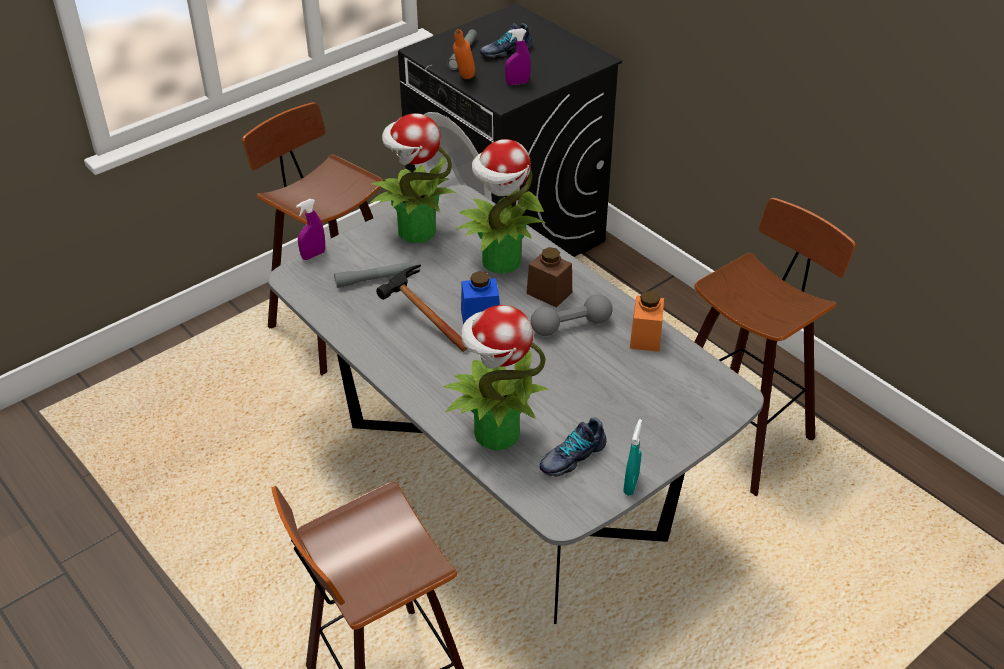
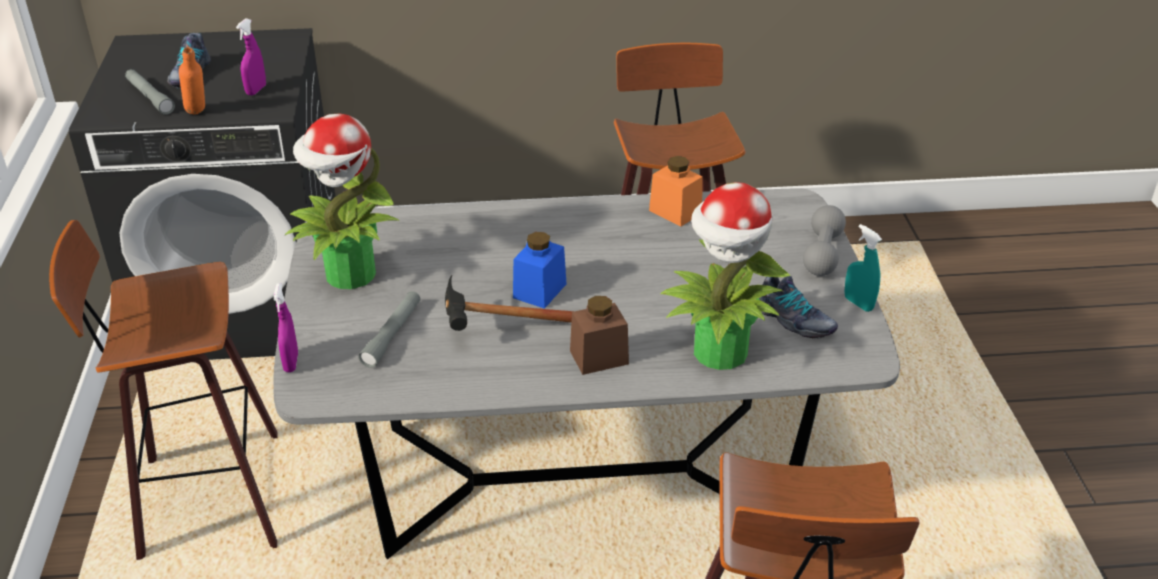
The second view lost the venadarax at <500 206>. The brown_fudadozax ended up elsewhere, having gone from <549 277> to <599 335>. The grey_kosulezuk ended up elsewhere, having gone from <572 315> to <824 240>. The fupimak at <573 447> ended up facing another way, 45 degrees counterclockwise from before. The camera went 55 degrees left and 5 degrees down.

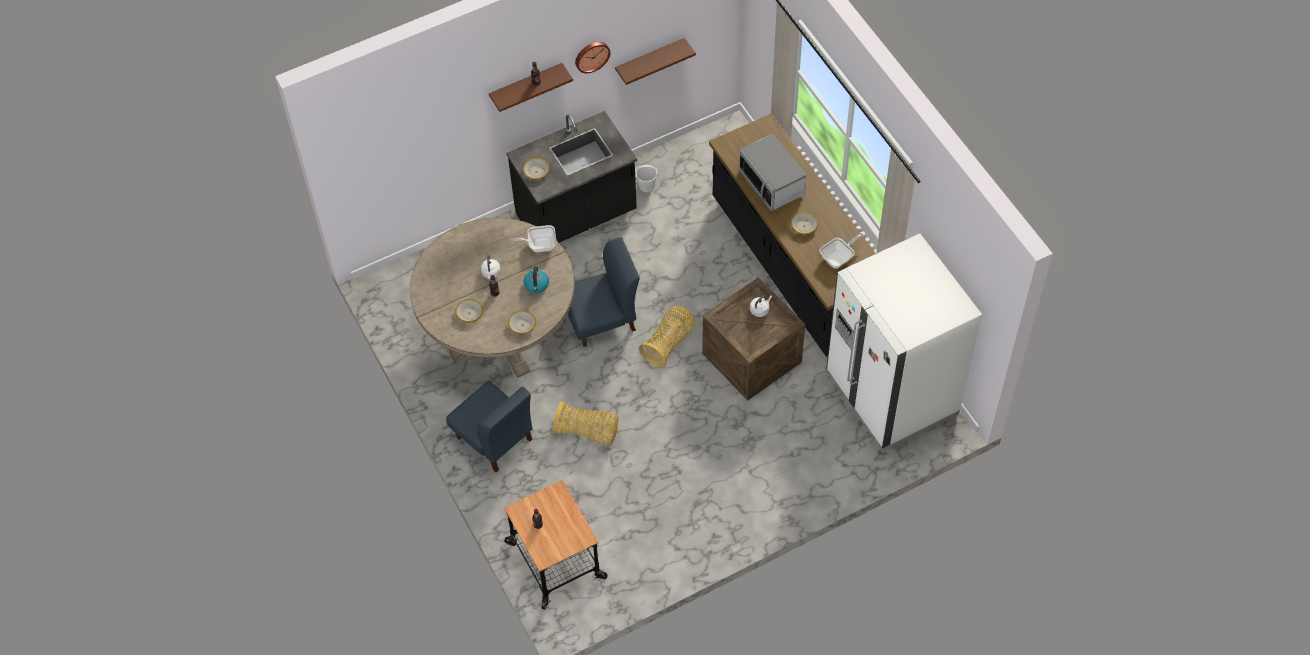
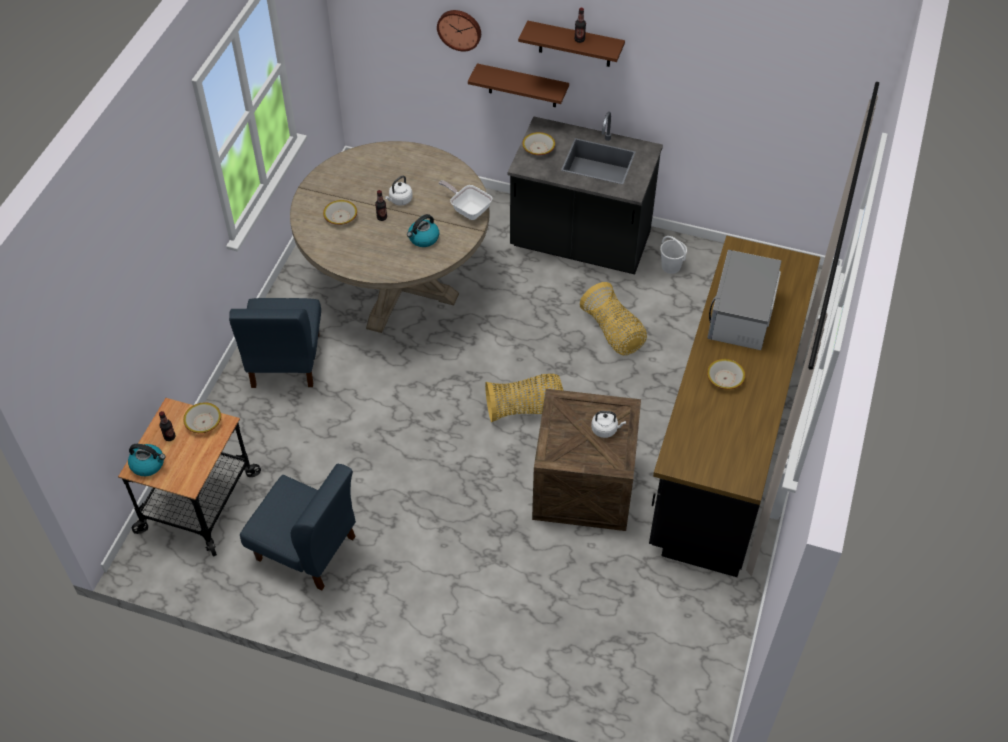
The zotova ended up elsewhere, having gone from <522 322> to <202 417>. The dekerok ended up elsewhere, having gone from <585 422> to <613 318>. The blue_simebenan ended up elsewhere, having gone from <604 292> to <298 527>. The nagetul ended up elsewhere, having gone from <592 57> to <459 30>. The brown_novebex ended up elsewhere, having gone from <655 61> to <518 85>. The second view lost the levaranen at <842 250>. The second view lost the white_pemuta at <904 342>. The second view gained the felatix at <147 460>. The camera went 45 degrees right and 5 degrees down.

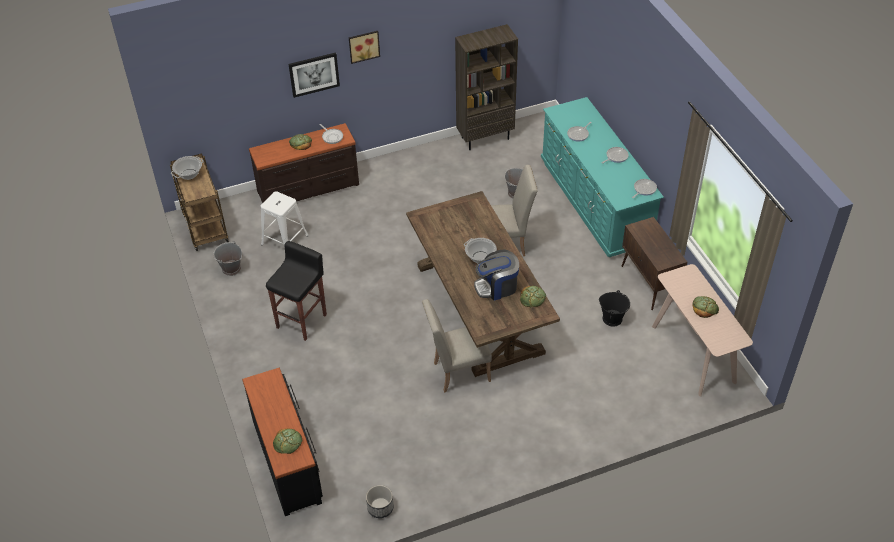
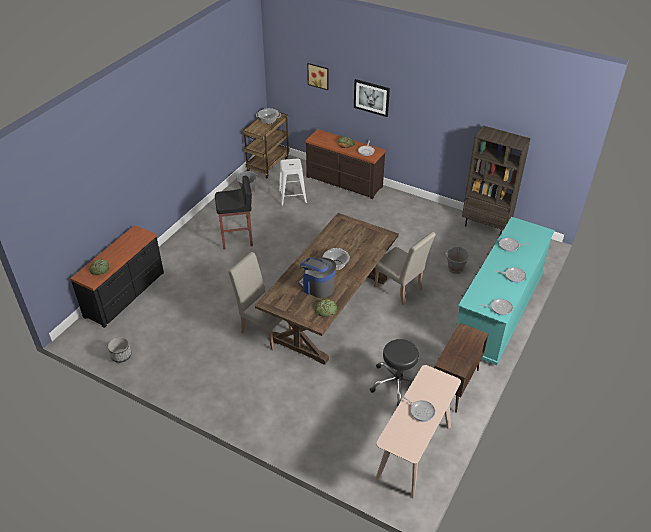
The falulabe ended up elsewhere, having gone from <364 47> to <317 76>. Where the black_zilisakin stood at <614 308>, the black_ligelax came to stand at <394 373>. Where the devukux stood at <705 307>, the levaranen came to stand at <418 409>. The camera went 50 degrees right and 5 degrees down.

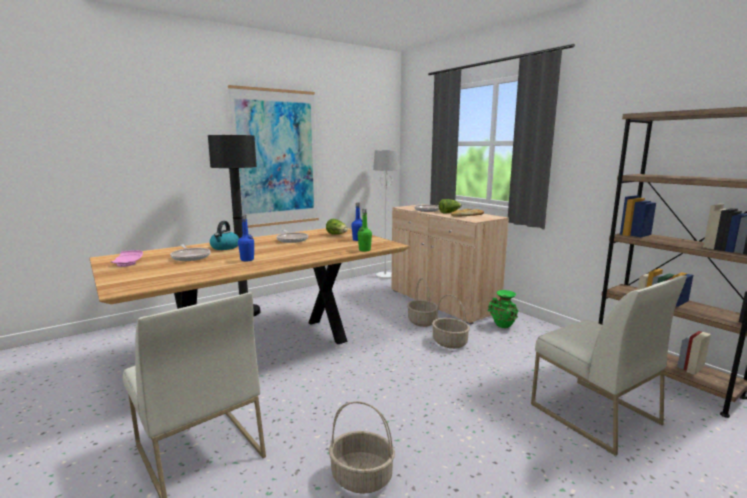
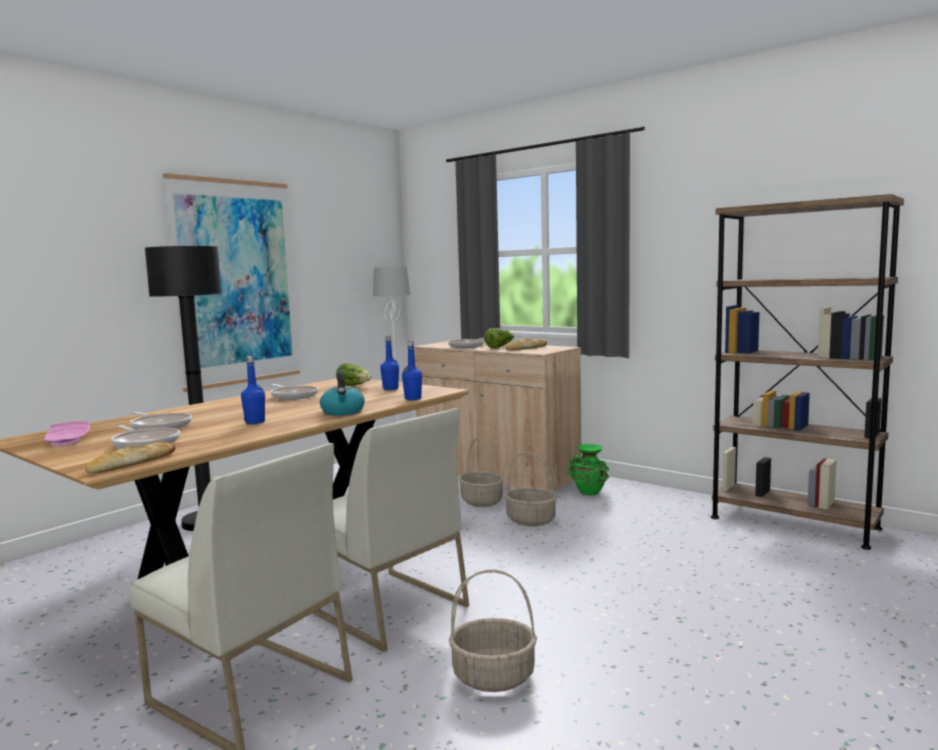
The felatix ended up elsewhere, having gone from <224 235> to <342 393>. What was the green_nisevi at <365 230> turned into the blue_nisevi at <412 370>. The white_simebenan ended up elsewhere, having gone from <609 365> to <391 530>. The second view gained the devukux at <130 457>. The second view gained the levaranen at <145 437>. The camera went 15 degrees left and 5 degrees down.

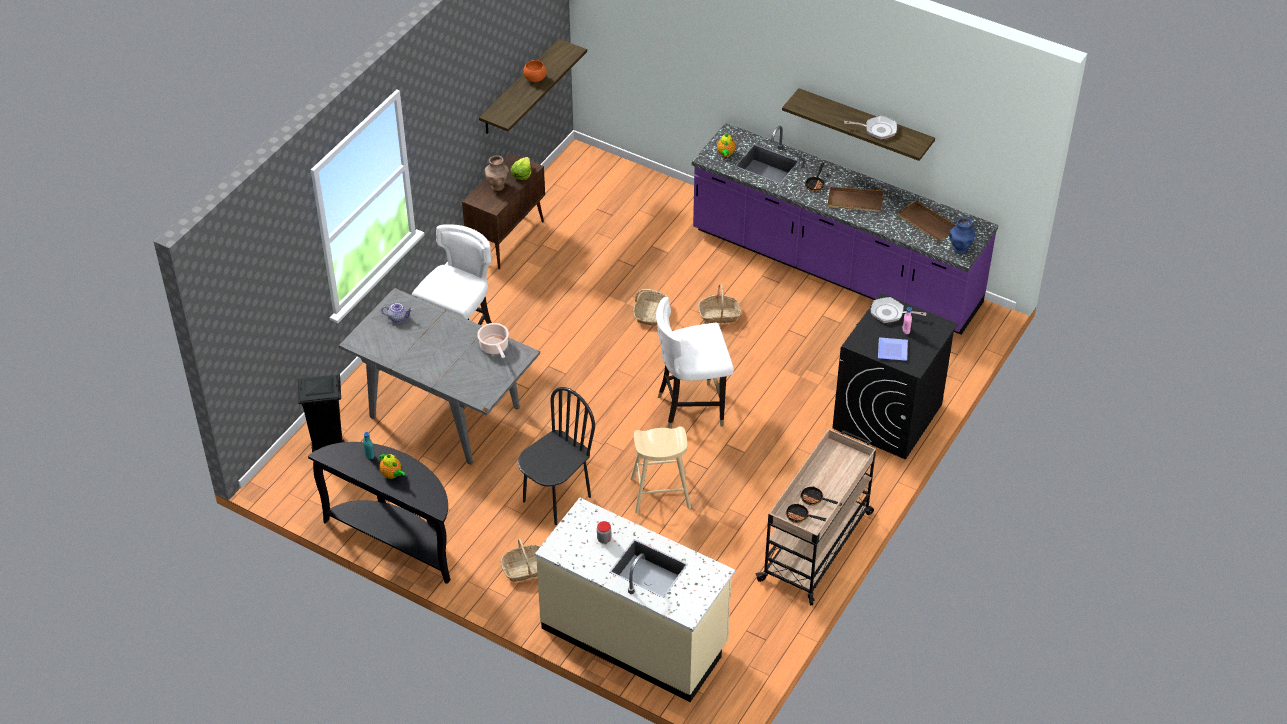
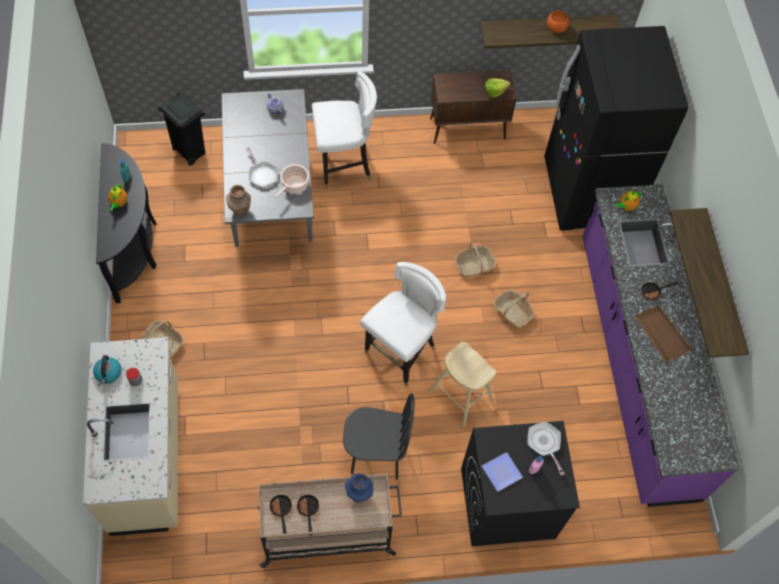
The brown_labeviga ended up elsewhere, having gone from <497 173> to <238 200>. The black_simebenan ended up elsewhere, having gone from <556 456> to <378 436>. The beige_ligelax ended up elsewhere, having gone from <660 469> to <462 384>. The white_simebenan at <695 363> ended up facing another way, 90 degrees clockwise from before. The levaranen ended up elsewhere, having gone from <870 128> to <262 167>. The second view lost the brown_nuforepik at <927 221>. The blue_labeviga ended up elsewhere, having gone from <962 236> to <359 488>. The second view gained the felatix at <107 369>. The second view gained the black_pemuta at <616 128>. The camera went 50 degrees right and 15 degrees up.

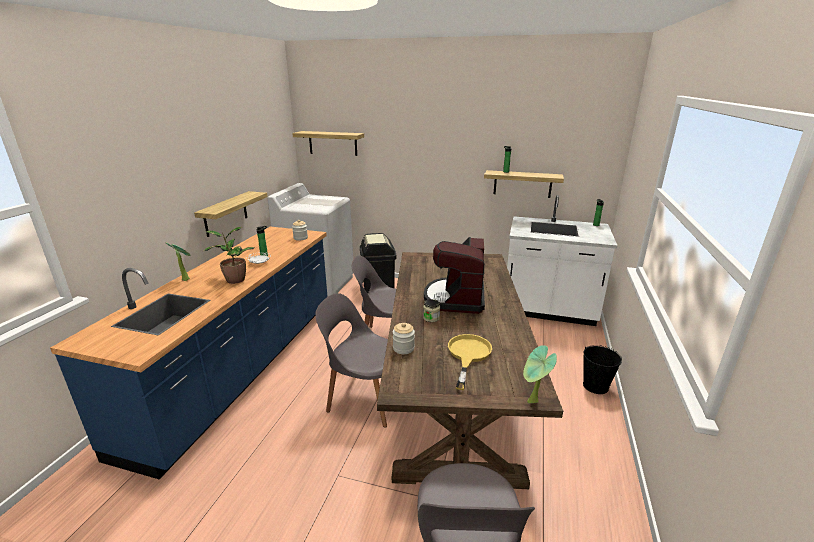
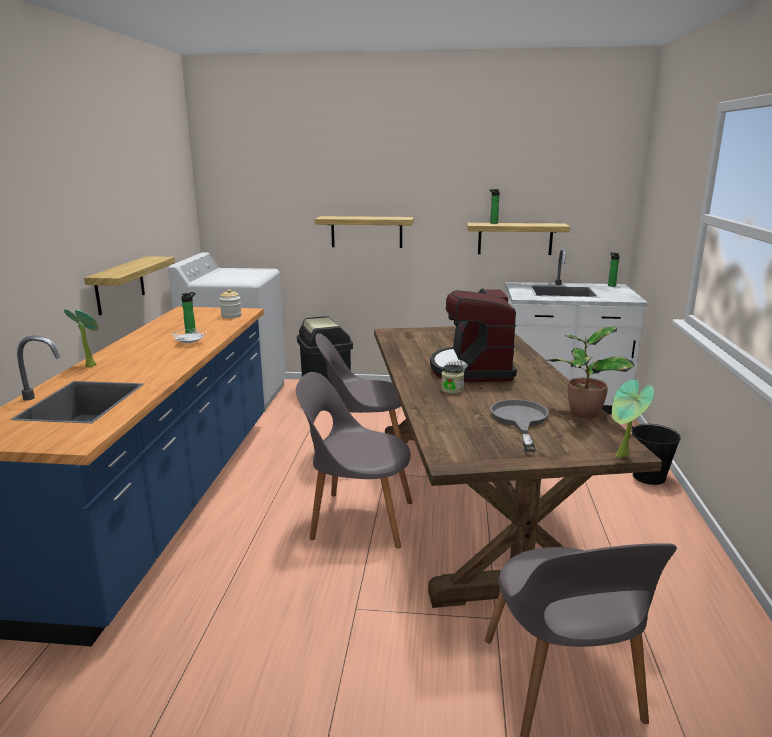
The venadarax ended up elsewhere, having gone from <228 255> to <591 372>. The novebex ended up elsewhere, having gone from <328 143> to <364 232>. The second view lost the fudadozax at <404 338>. What was the yellow_levaranen at <470 362> turned into the grey_levaranen at <519 425>. The camera went 10 degrees left and 5 degrees down.

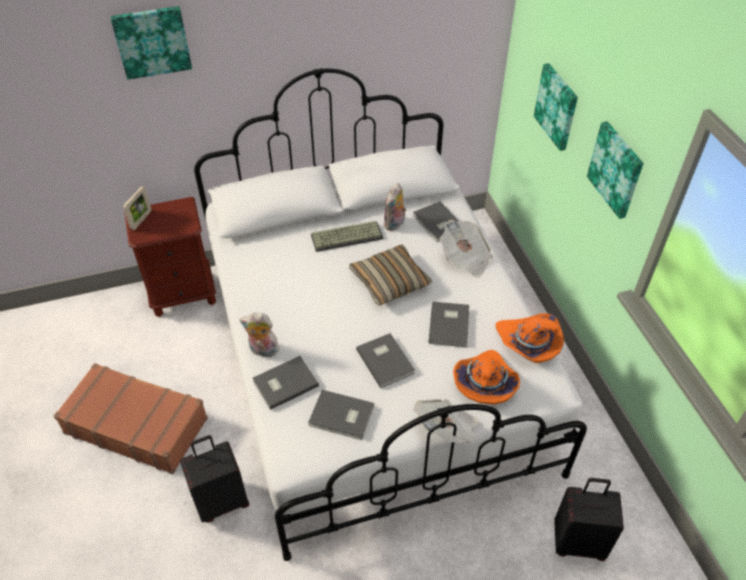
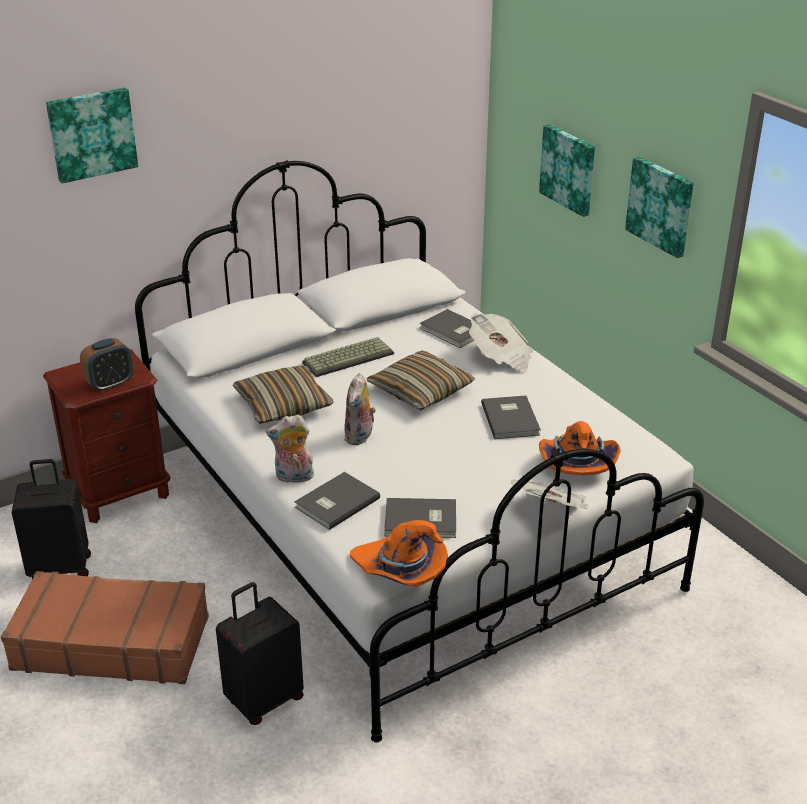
The second view lost the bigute at <137 208>. The second view lost the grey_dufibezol at <385 360>. The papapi ended up elsewhere, having gone from <394 207> to <360 409>. The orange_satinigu ended up elsewhere, having gone from <529 338> to <399 553>. The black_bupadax ended up elsewhere, having gone from <589 519> to <51 519>. The second view gained the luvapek at <106 365>. The second view gained the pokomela at <282 394>. The camera went 15 degrees left and 15 degrees down.

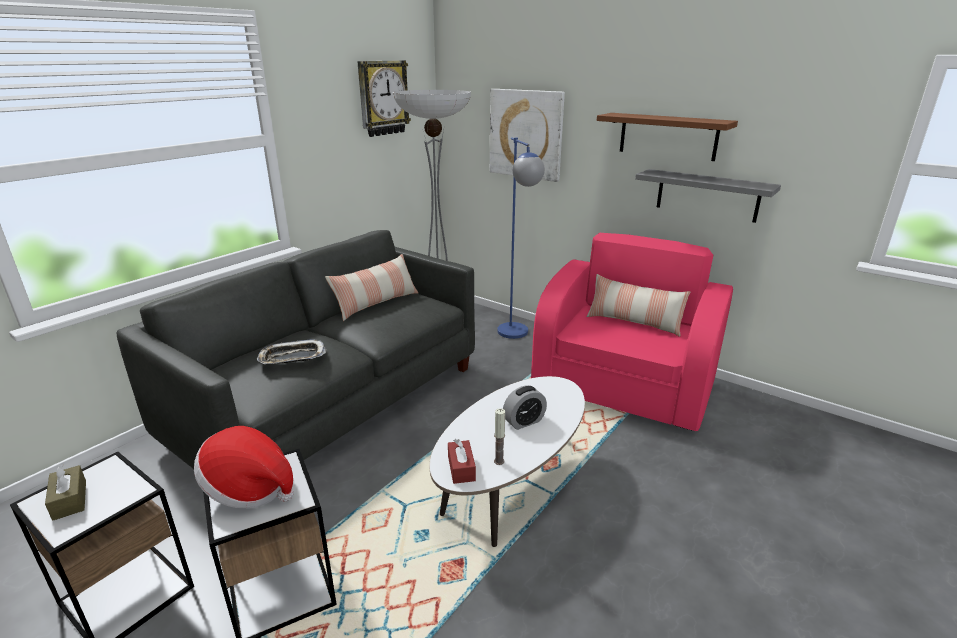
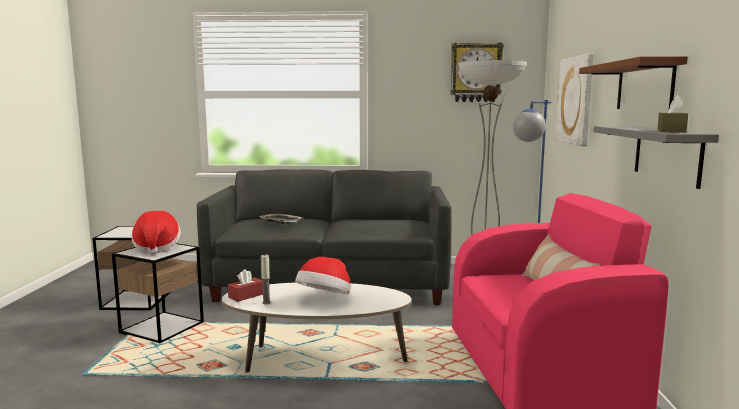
The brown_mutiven ended up elsewhere, having gone from <65 492> to <672 114>. The second view lost the pokomela at <371 287>. Where the luvapek stood at <525 407>, the satinigu came to stand at <323 275>. The camera went 55 degrees right and 15 degrees down.

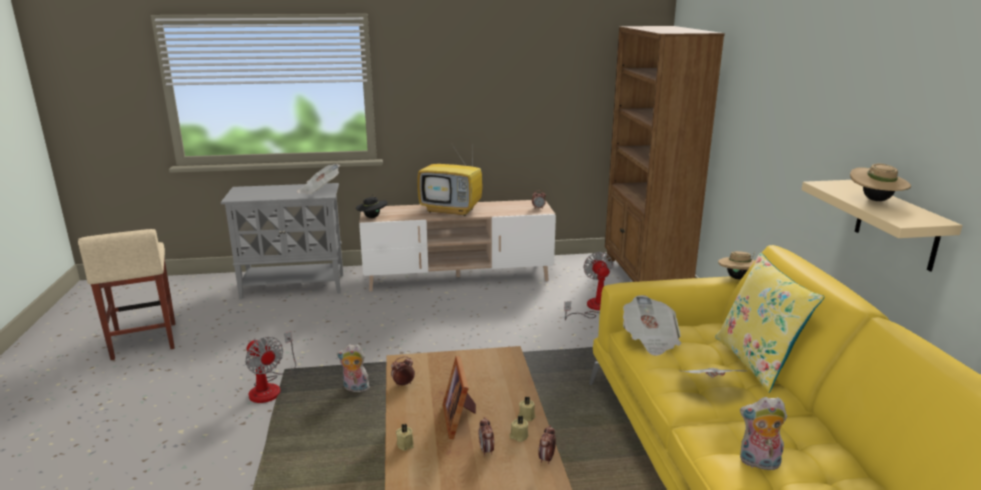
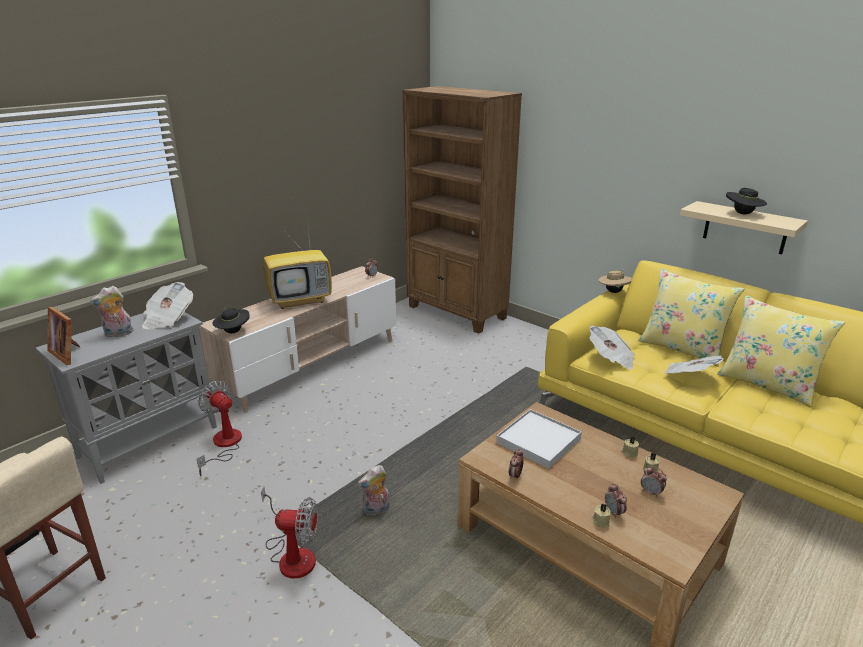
The bigute ended up elsewhere, having gone from <459 397> to <63 336>. The luvapek ended up elsewhere, having gone from <547 444> to <616 500>. The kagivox ended up elsewhere, having gone from <588 286> to <219 428>. The papapi ended up elsewhere, having gone from <763 434> to <112 312>. What was the beige_satinigu at <880 182> turned into the black_satinigu at <746 201>. The second view gained the white_nuforepik at <539 439>. The second view gained the yellow_pokomela at <781 351>. The camera went 40 degrees left and 5 degrees up.

